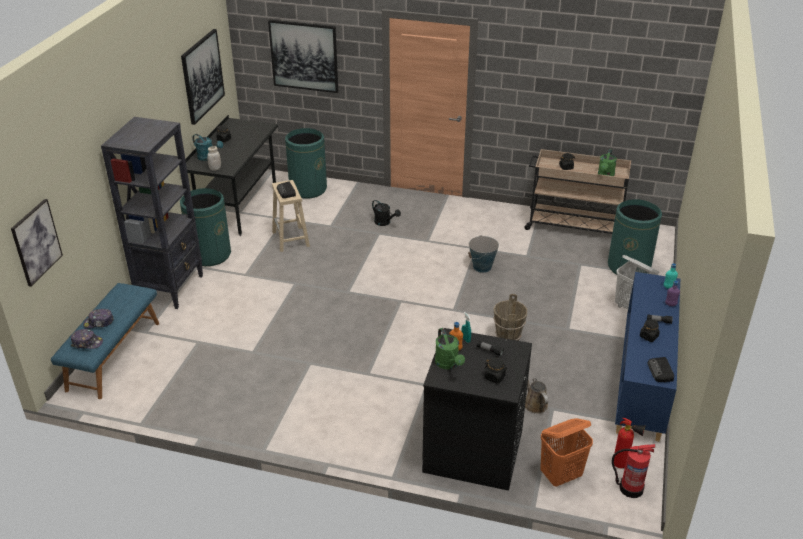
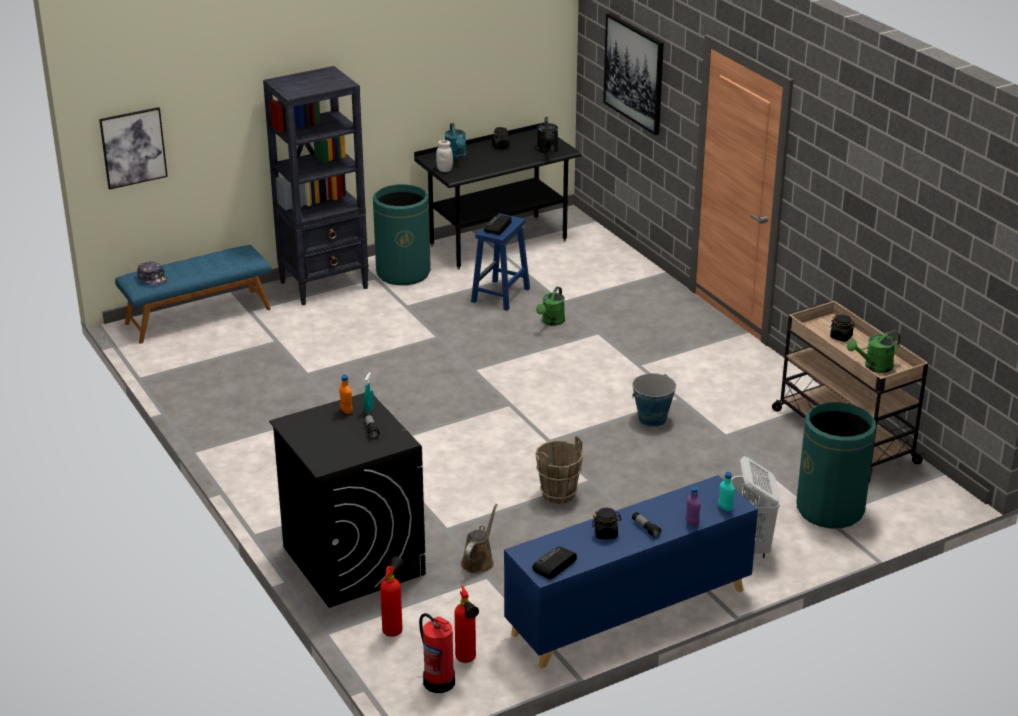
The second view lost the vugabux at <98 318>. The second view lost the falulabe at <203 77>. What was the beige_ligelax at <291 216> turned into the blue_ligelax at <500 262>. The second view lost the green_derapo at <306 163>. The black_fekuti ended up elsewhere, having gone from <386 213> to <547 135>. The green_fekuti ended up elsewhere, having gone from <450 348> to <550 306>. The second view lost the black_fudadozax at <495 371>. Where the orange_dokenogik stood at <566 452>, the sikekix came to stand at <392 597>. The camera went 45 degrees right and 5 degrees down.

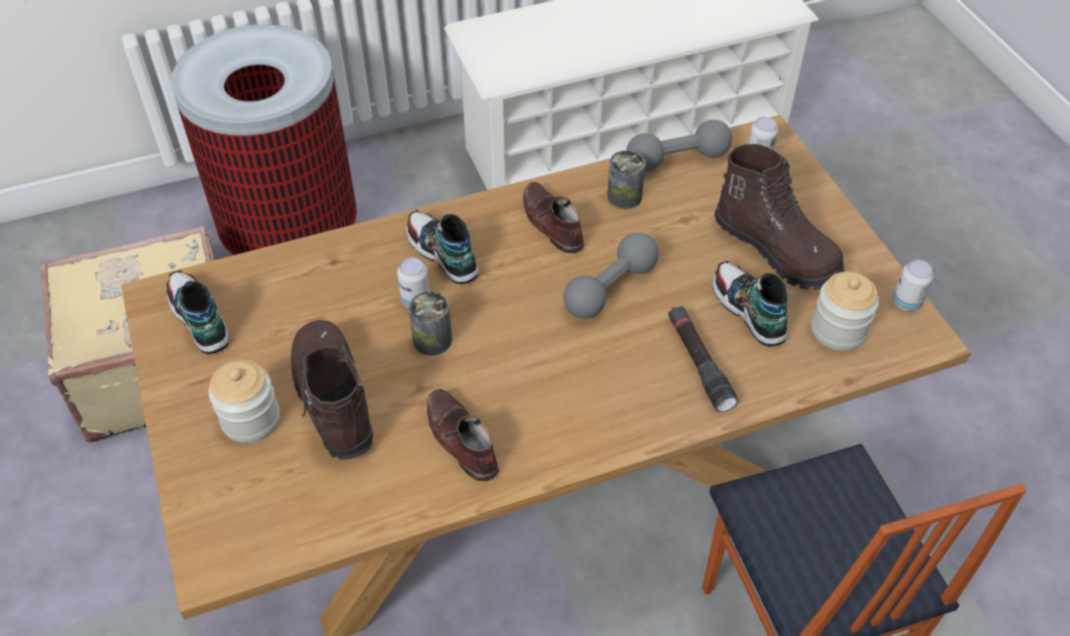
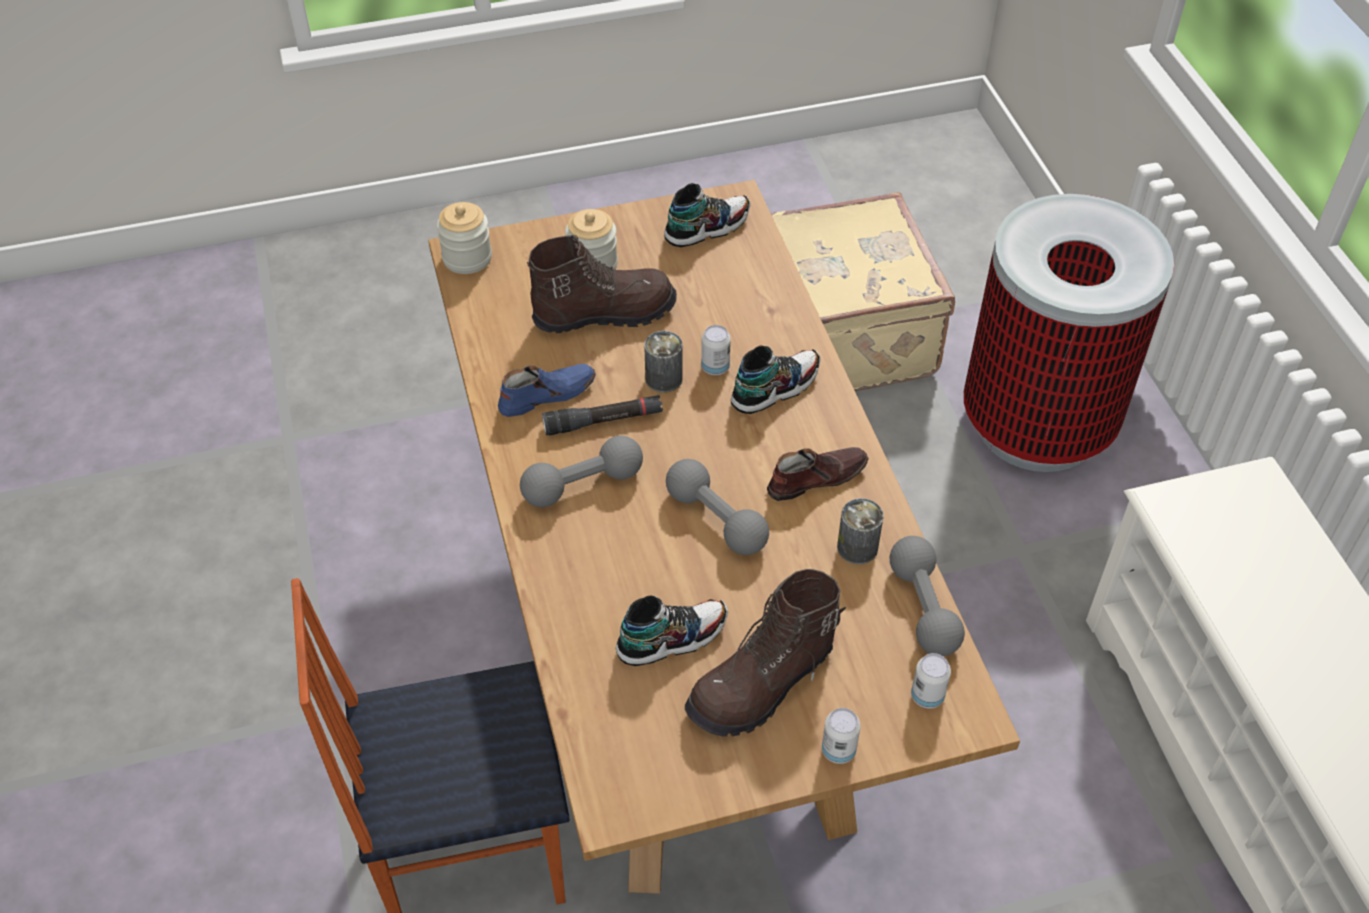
What was the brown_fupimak at <463 435> turned into the blue_fupimak at <547 390>. The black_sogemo ended up elsewhere, having gone from <703 359> to <602 415>. The fudadozax ended up elsewhere, having gone from <845 311> to <464 238>. The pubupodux ended up elsewhere, having gone from <913 285> to <841 736>. The second view gained the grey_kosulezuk at <581 471>. The camera went 95 degrees right and 0 degrees up.

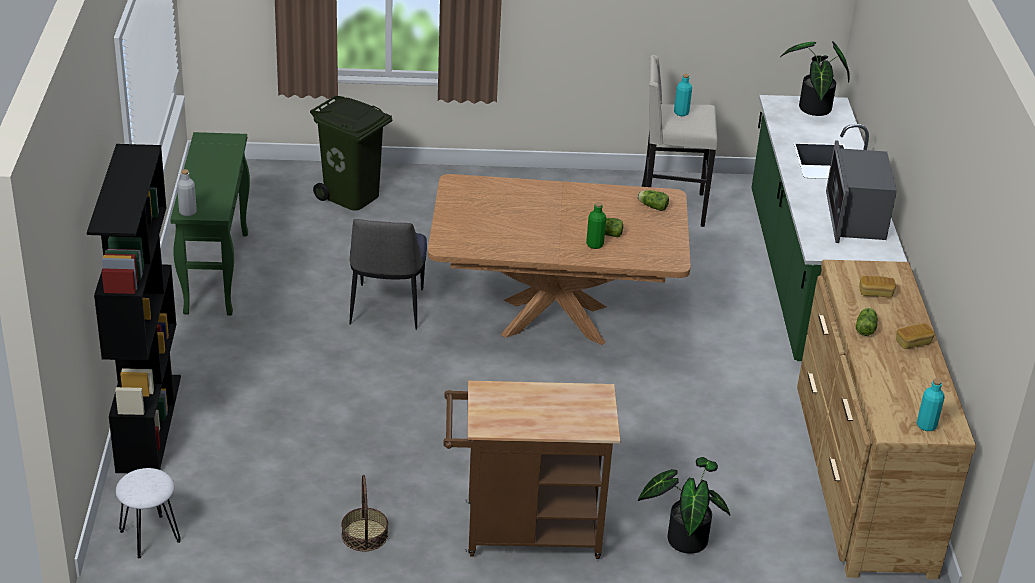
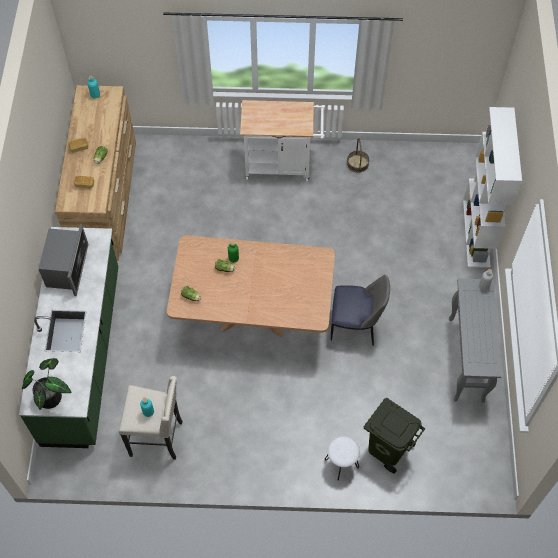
What was the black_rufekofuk at <134 308> turned into the white_rufekofuk at <492 187>. The white_ligelax ended up elsewhere, having gone from <148 513> to <342 458>. What was the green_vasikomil at <210 224> turned into the grey_vasikomil at <475 340>. The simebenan at <388 274> ended up facing another way, 90 degrees clockwise from before. What was the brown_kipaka at <531 470> turned into the white_kipaka at <282 141>. The second view lost the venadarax at <684 505>. The camera went 175 degrees left and 25 degrees up.

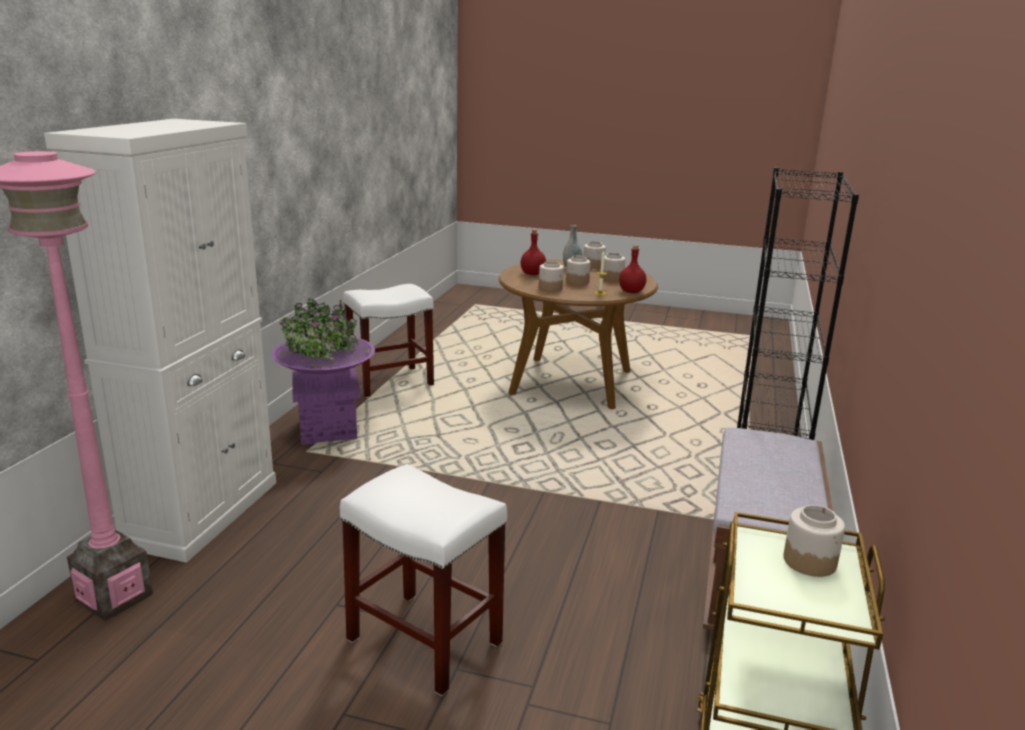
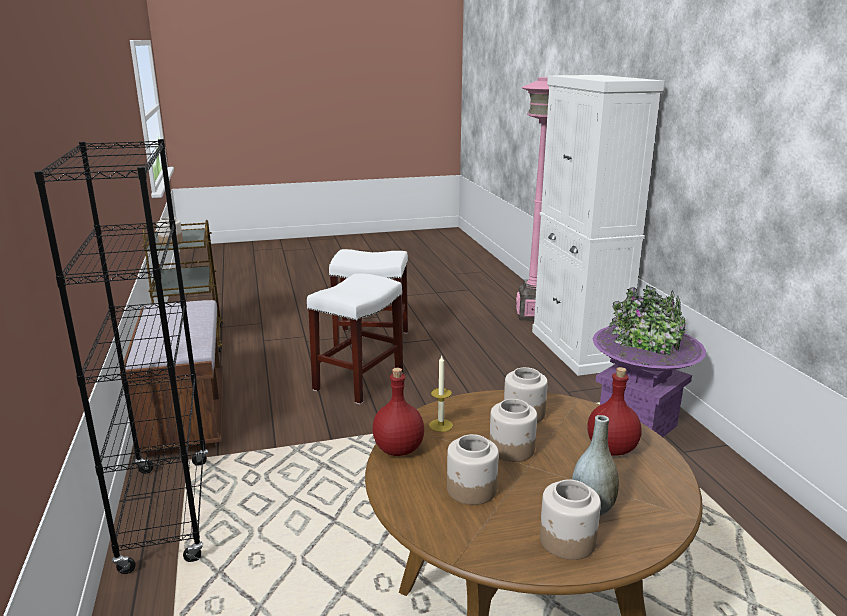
The white_ligelax ended up elsewhere, having gone from <388 341> to <355 338>. The camera went 150 degrees right and 0 degrees up.

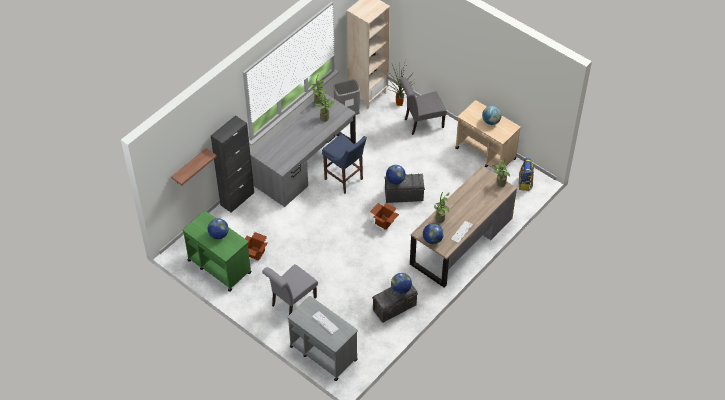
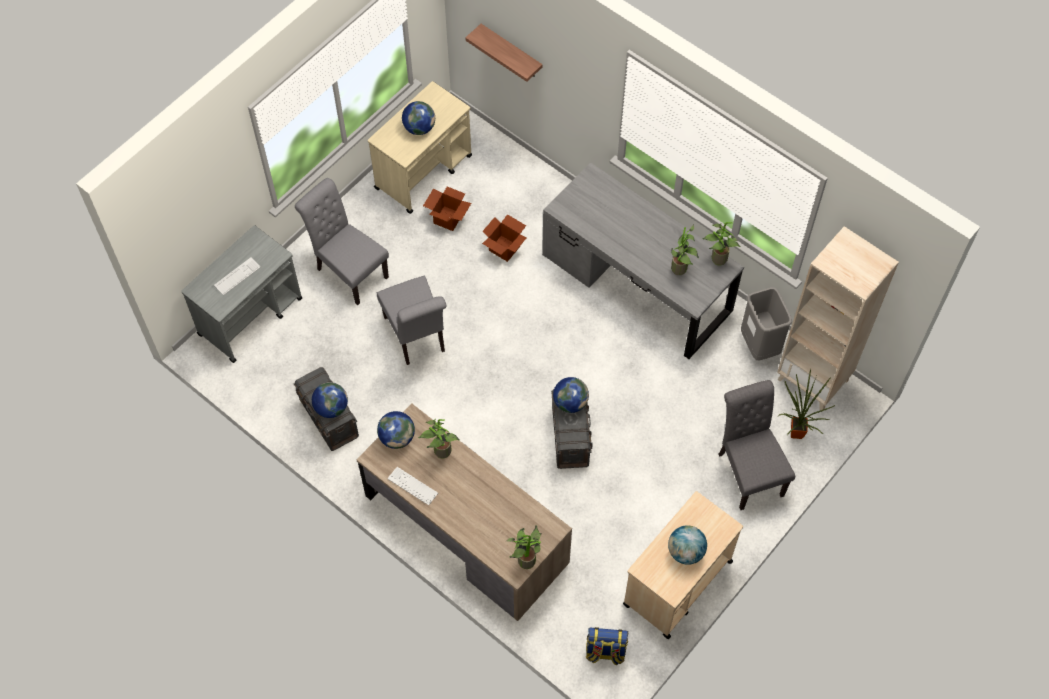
What was the green_kipaka at <217 251> turned into the beige_kipaka at <420 147>. The second view lost the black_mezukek at <232 164>. The second view lost the blue_ligelax at <344 164>. The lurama ended up elsewhere, having gone from <384 216> to <504 238>. The second view gained the grey_simebenan at <411 320>. The camera went 90 degrees right and 10 degrees up.

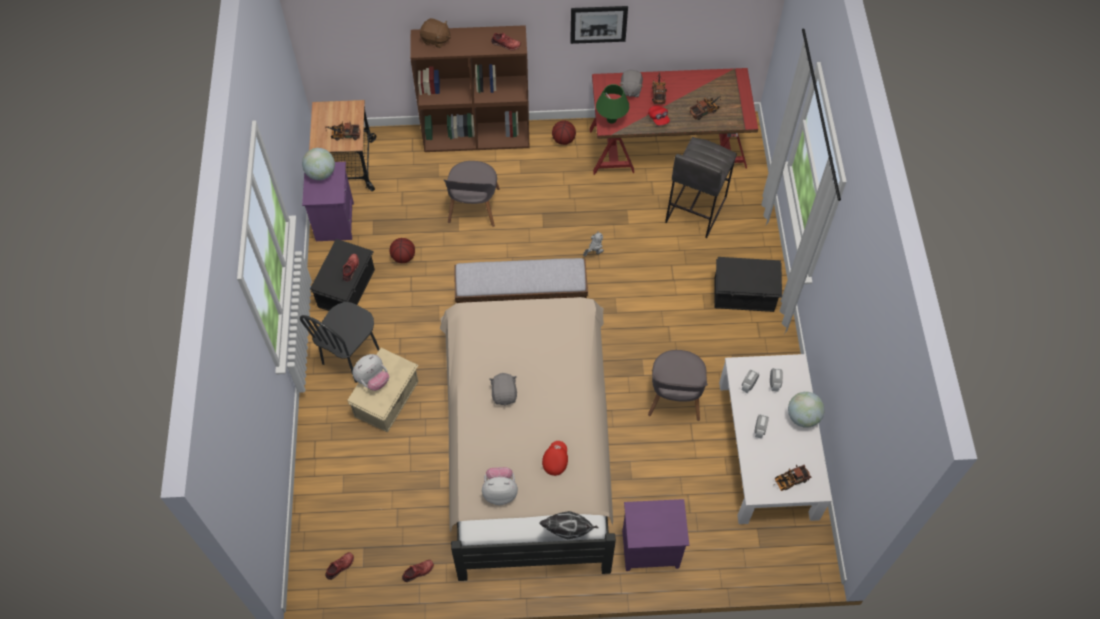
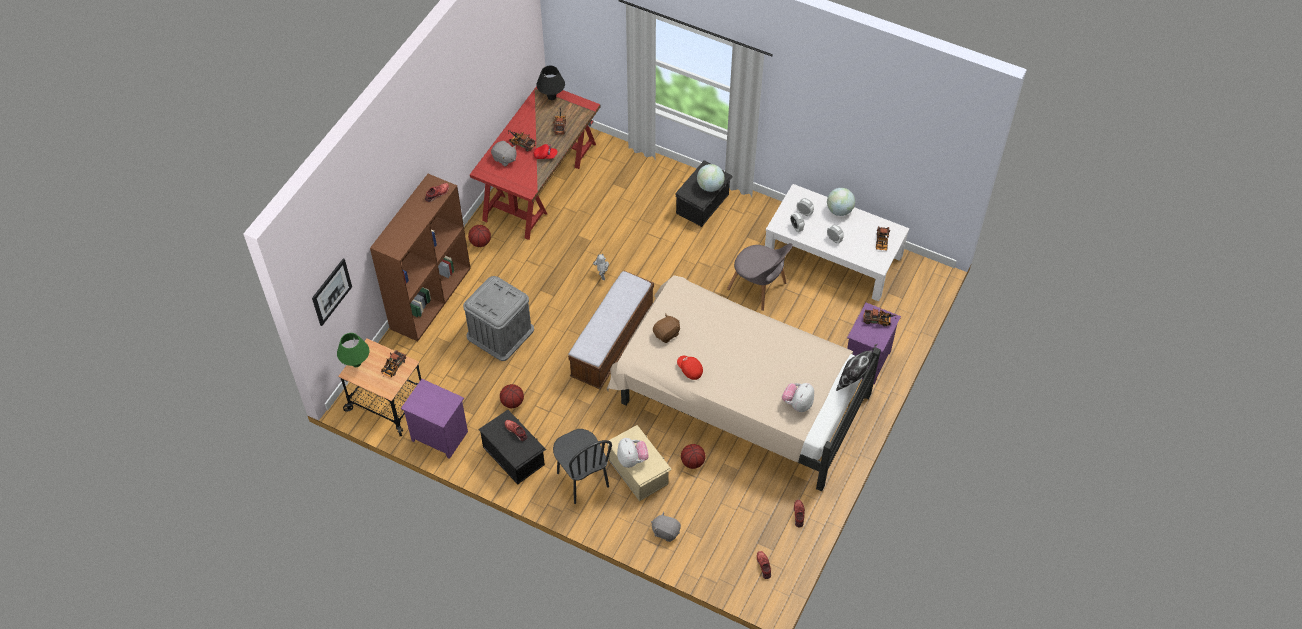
The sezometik ended up elsewhere, having gone from <318 164> to <710 178>. The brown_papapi ended up elsewhere, having gone from <435 33> to <666 328>. Where the grey_simebenan stood at <472 194>, the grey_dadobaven came to stand at <498 318>. The grey_papapi ended up elsewhere, having gone from <503 389> to <666 527>. The red_vugabux ended up elsewhere, having gone from <555 458> to <690 368>. The falulabe ended up elsewhere, having gone from <599 25> to <332 292>. The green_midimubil ended up elsewhere, having gone from <612 104> to <353 350>. The second view lost the grey_ligelax at <701 187>. The second view gained the black_midimubil at <550 82>. The second view gained the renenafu at <693 456>. The second view gained the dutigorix at <879 316>. The camera went 60 degrees left and 5 degrees down.

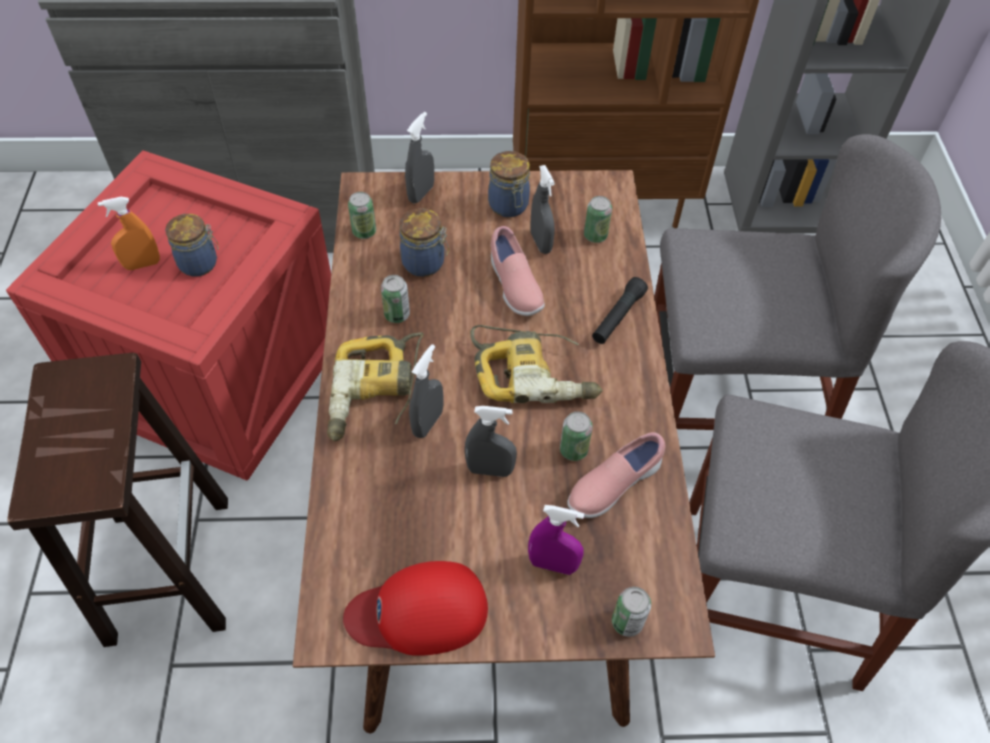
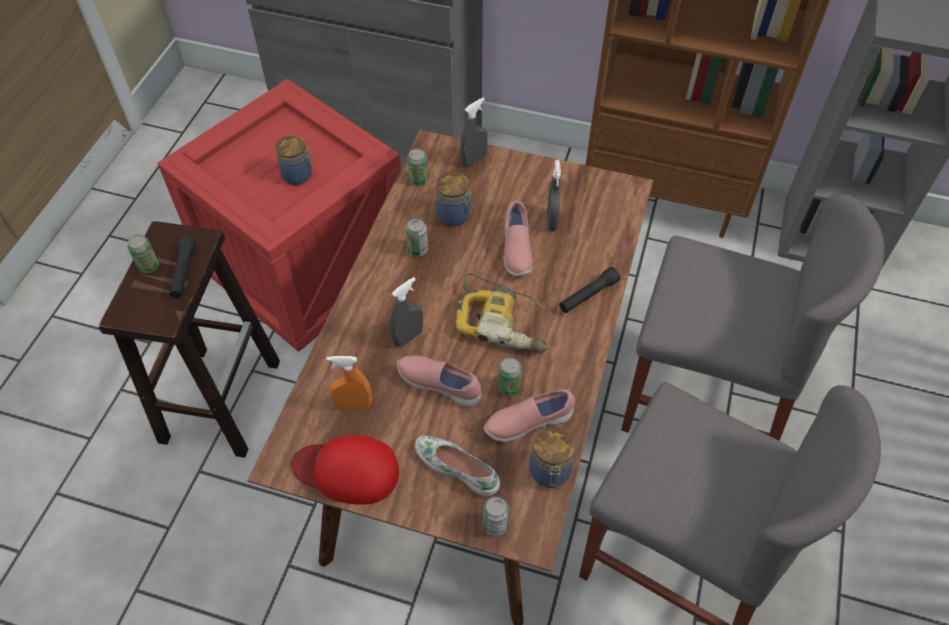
The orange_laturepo ended up elsewhere, having gone from <128 233> to <349 383>. The second view lost the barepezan at <375 386>. Where the grey_laturepo stood at <491 441>, the pink_fupimak came to stand at <439 381>. The fudadozax ended up elsewhere, having gone from <509 184> to <551 457>. Where the purple_laturepo stood at <556 540>, the white_fupimak came to stand at <457 466>. The pubupodux ended up elsewhere, having gone from <598 219> to <143 253>. The second view gained the black_sogemo at <182 267>. The camera went 20 degrees right and 0 degrees up.

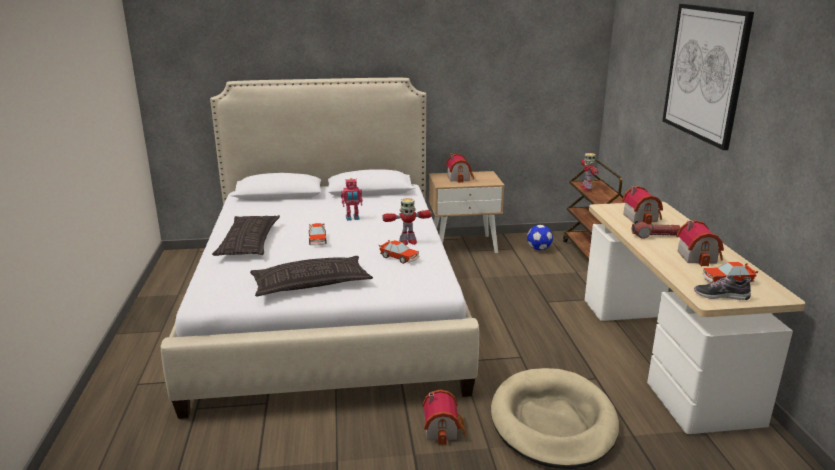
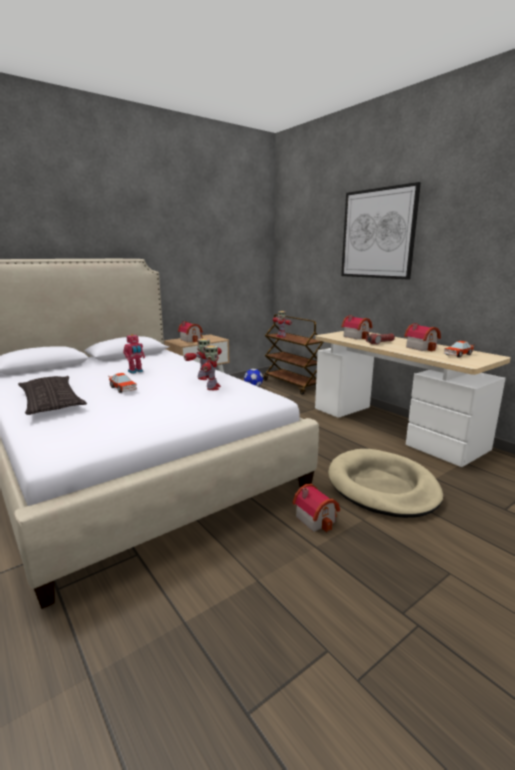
The second view lost the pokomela at <311 276>. Where the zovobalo stood at <399 252>, the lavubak came to stand at <211 367>. The second view lost the fupimak at <722 287>. The camera went 30 degrees left and 5 degrees down.

